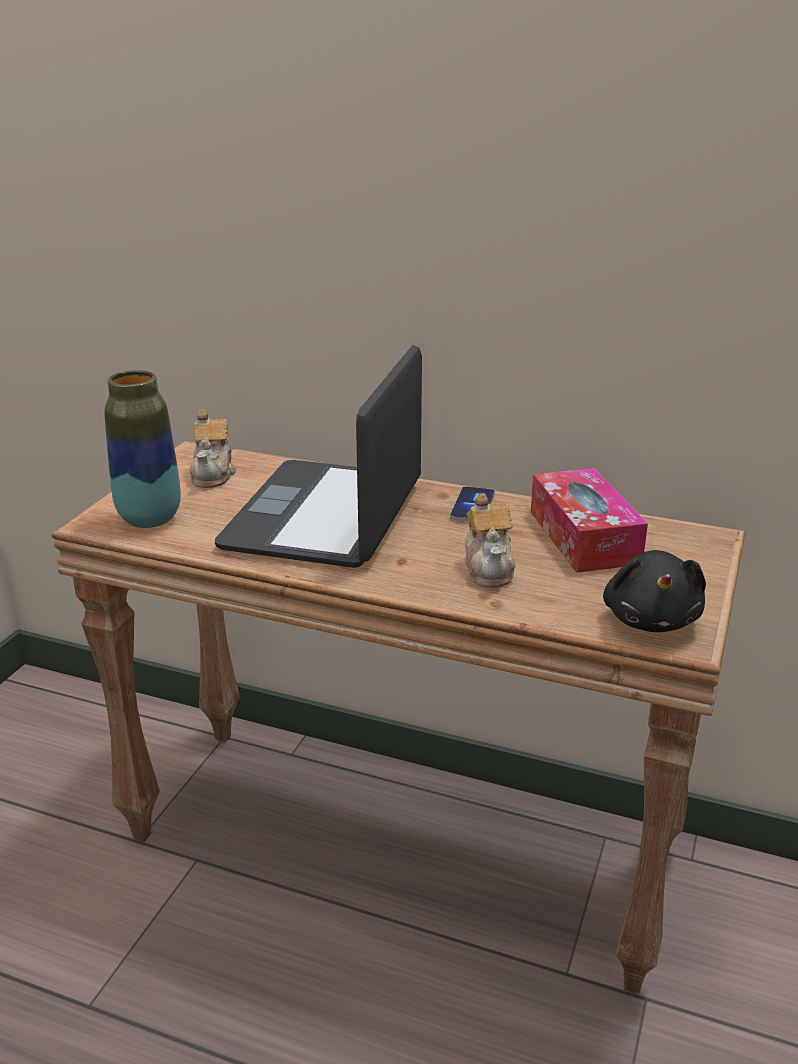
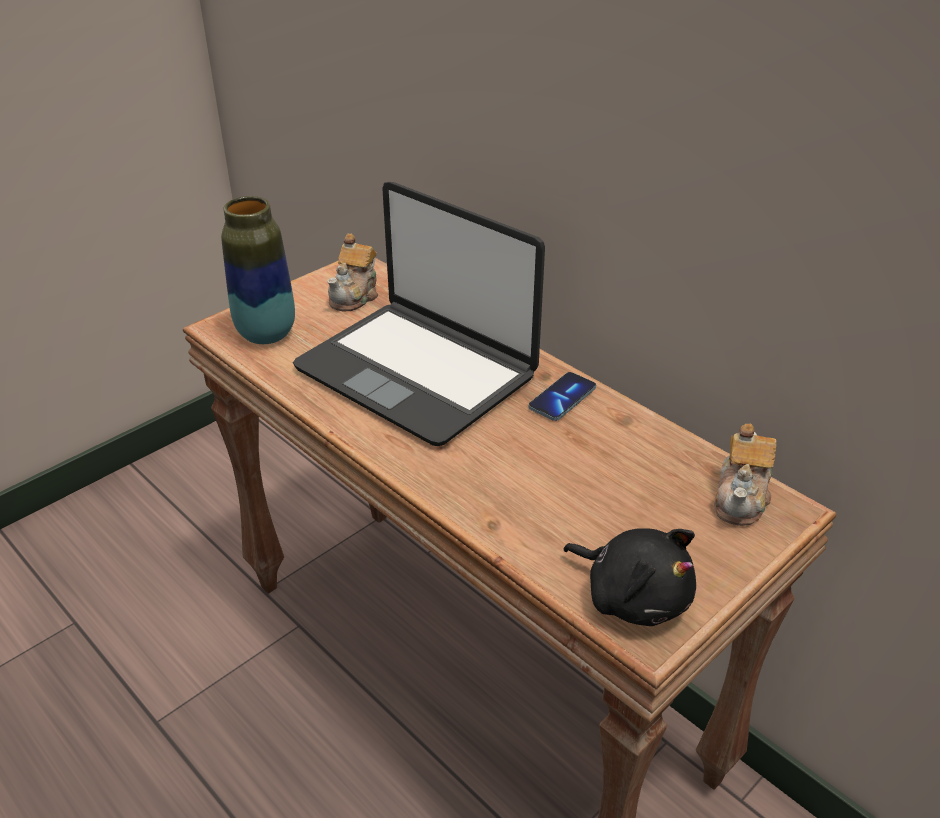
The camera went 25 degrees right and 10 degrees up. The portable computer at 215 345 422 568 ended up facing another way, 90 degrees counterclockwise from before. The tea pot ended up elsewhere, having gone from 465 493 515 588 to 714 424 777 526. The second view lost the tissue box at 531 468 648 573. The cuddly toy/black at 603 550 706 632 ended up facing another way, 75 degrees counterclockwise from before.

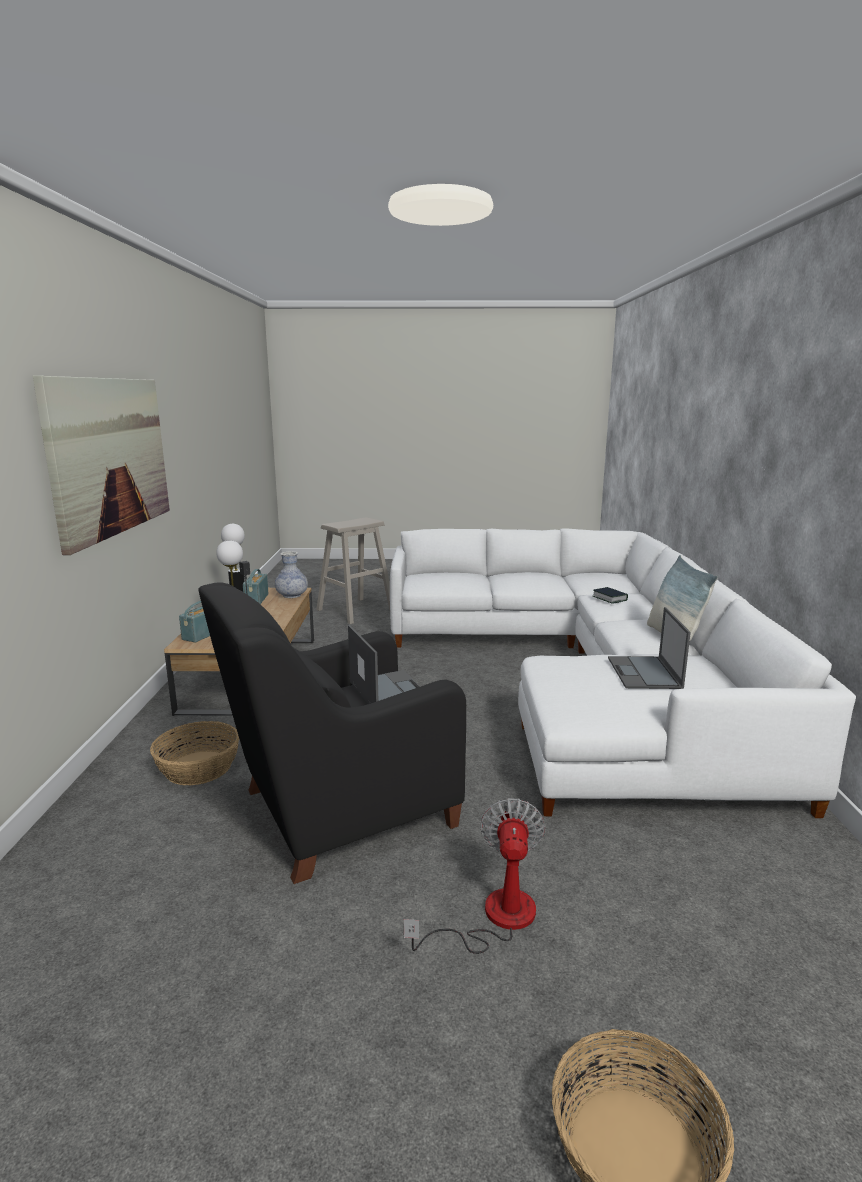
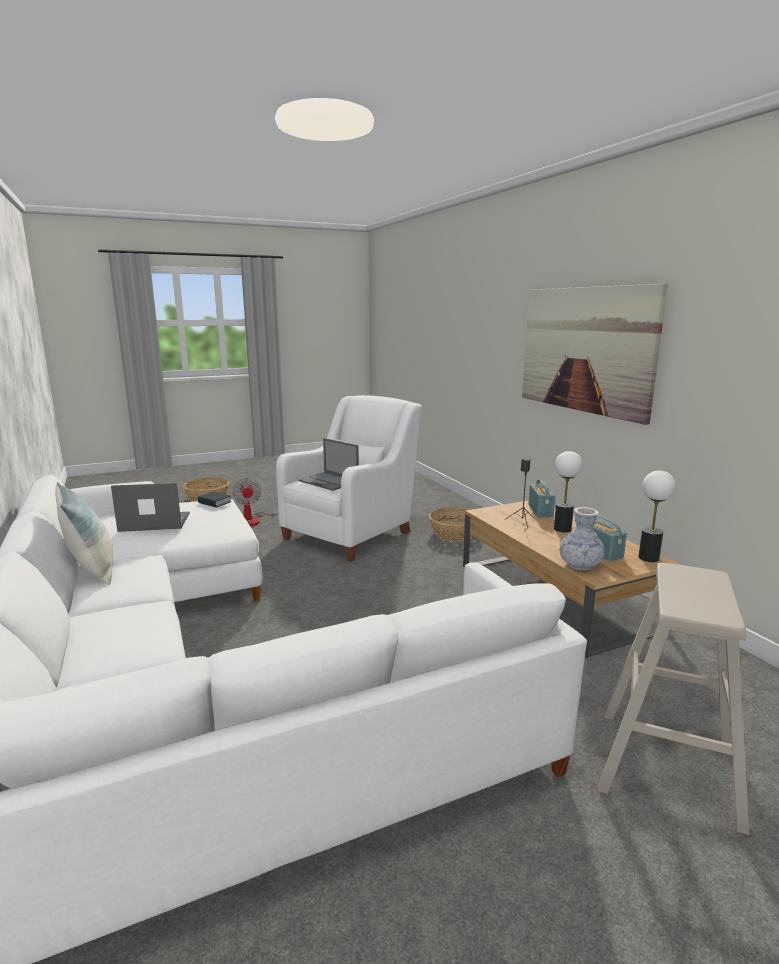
The camera went 155 degrees right and 0 degrees up. What was the lounge chair/black at 199 582 466 884 turned into the lounge chair/white-coloured at 276 395 422 562. The book ended up elsewhere, having gone from 593 587 628 604 to 198 491 232 508. The portable computer at 608 607 691 689 ended up facing another way, 75 degrees counterclockwise from before.

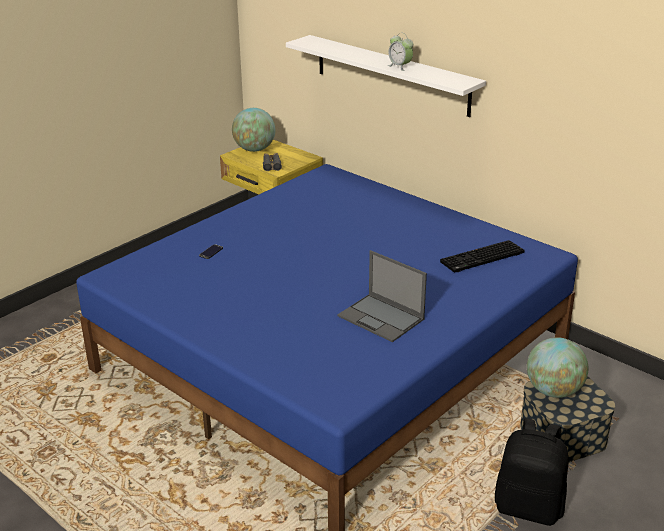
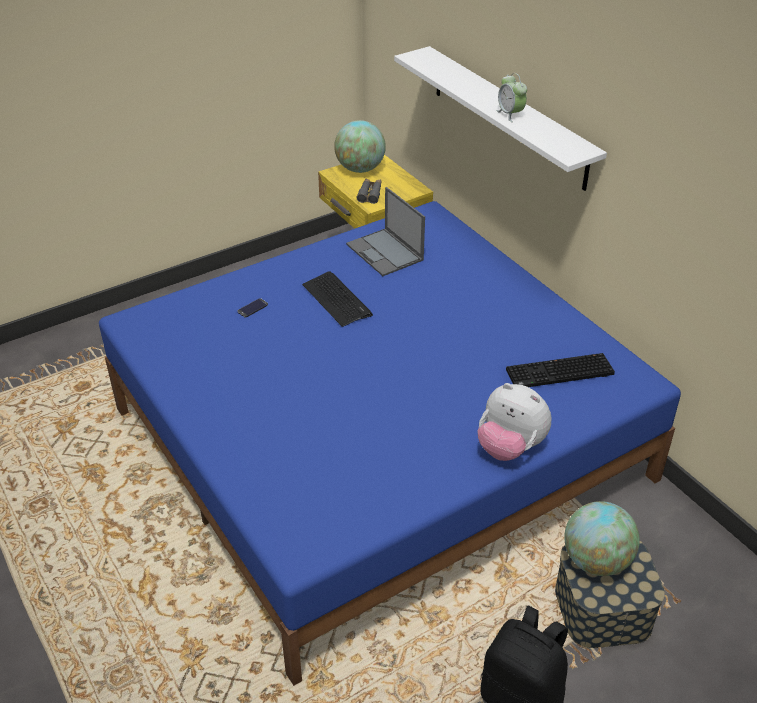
The camera went 15 degrees right and 10 degrees up. The portable computer ended up elsewhere, having gone from 338 250 427 342 to 346 187 425 276. The second view gained the computer keyboard at 302 271 373 327. The second view gained the cuddly toy at 478 383 552 461.

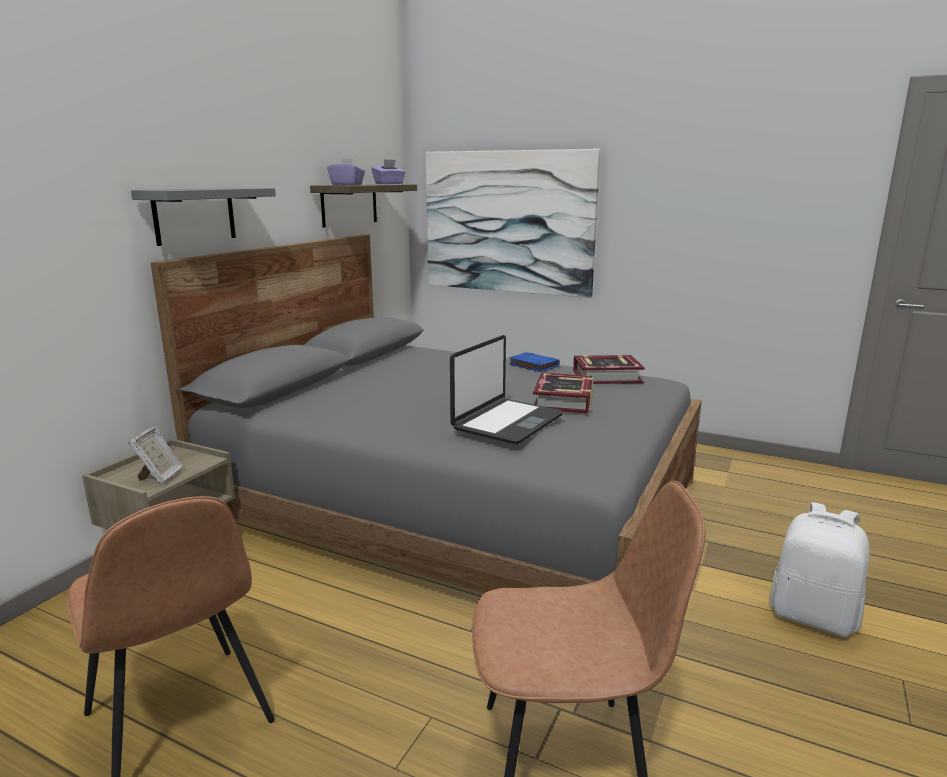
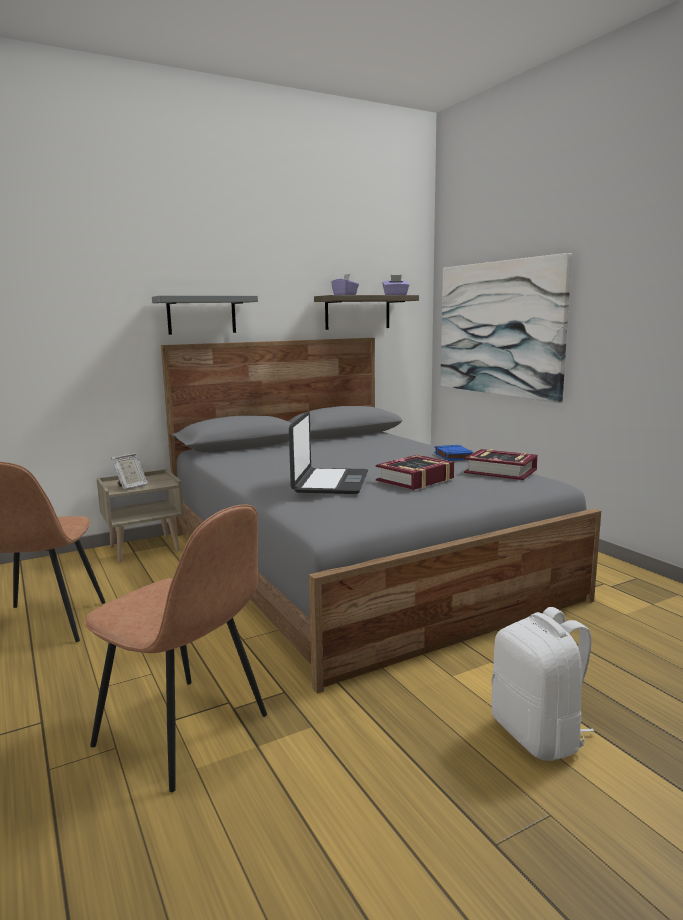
The camera went 35 degrees right and 5 degrees down. The portable computer at 450 335 563 444 ended up facing another way, 60 degrees counterclockwise from before.

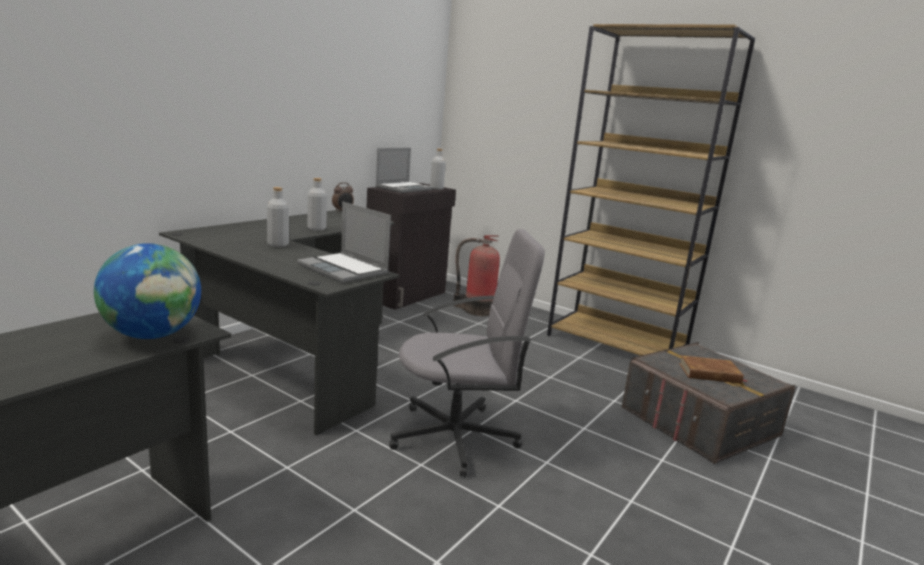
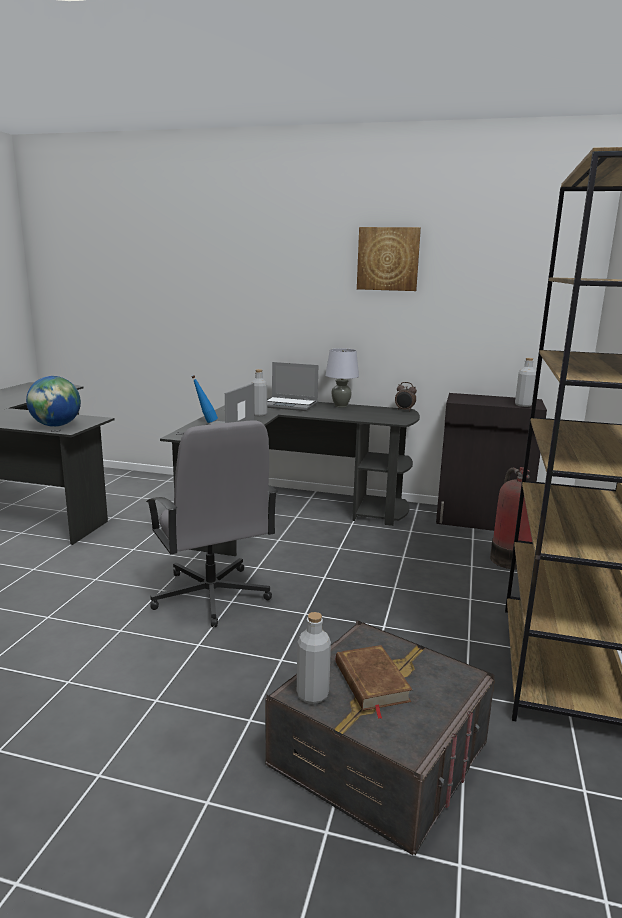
The camera went 70 degrees right and 0 degrees up. The drink bottle/greyish ended up elsewhere, having gone from 307 178 327 231 to 297 612 331 704. The portable computer ended up elsewhere, having gone from 375 148 434 193 to 267 362 318 411. The second view gained the drink bottle/blue at 192 375 218 423. The second view gained the lamp for a table/greyish at 325 348 359 408. The second view gained the wall picture at 357 227 421 291.

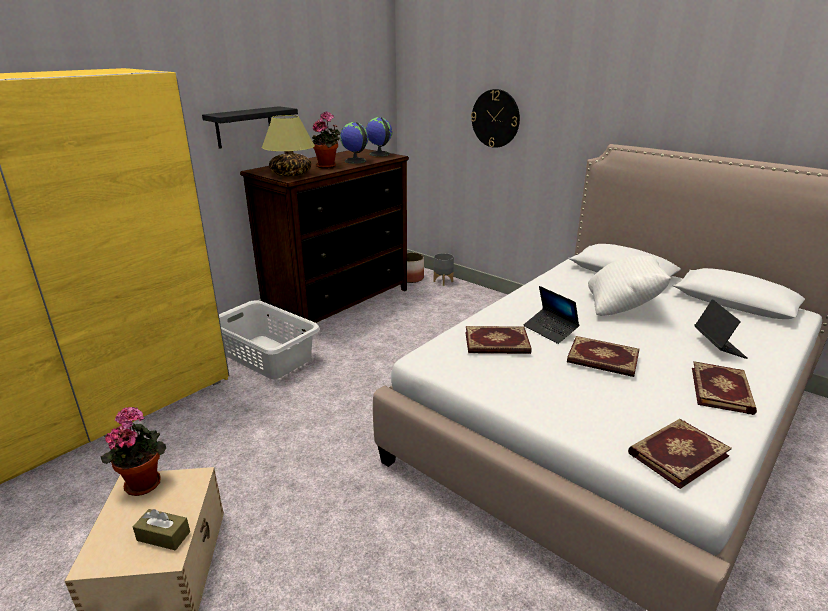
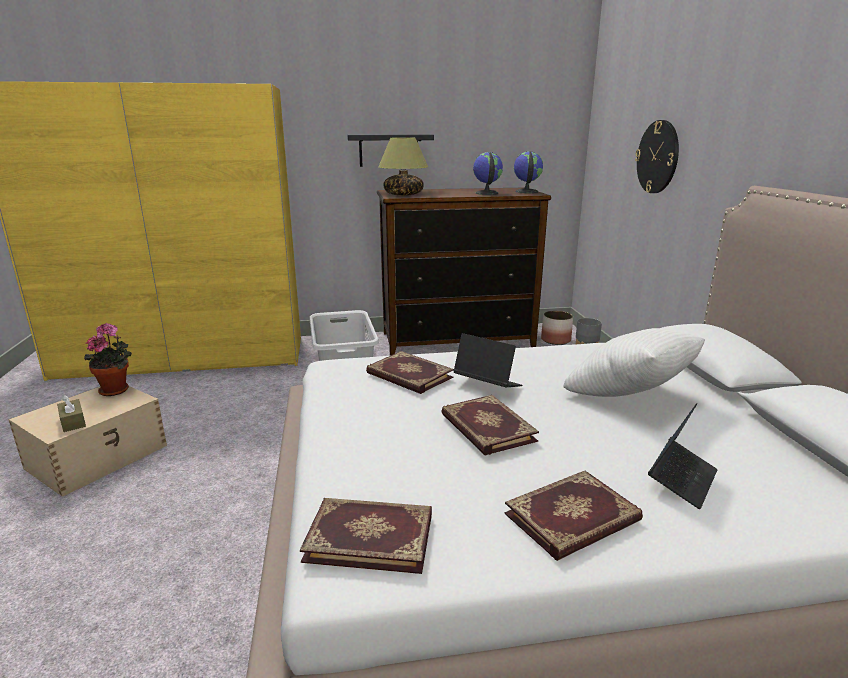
The camera went 40 degrees right and 5 degrees down. The second view lost the potted plant at 312 111 341 168. The portable computer at 523 286 580 344 ended up facing another way, 120 degrees clockwise from before.

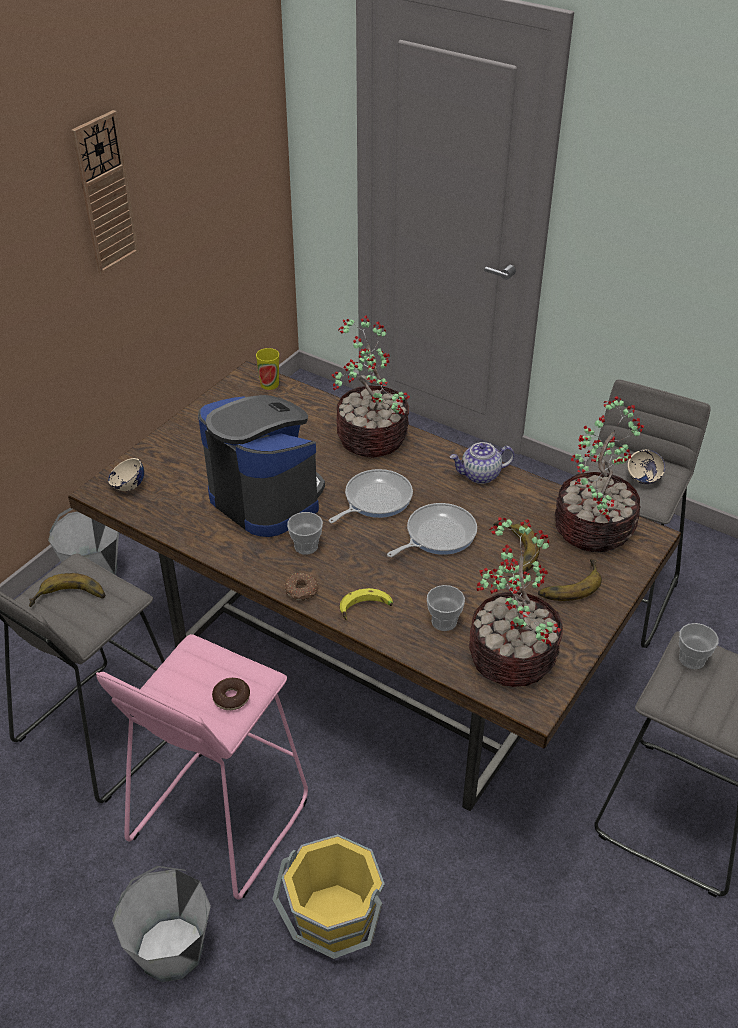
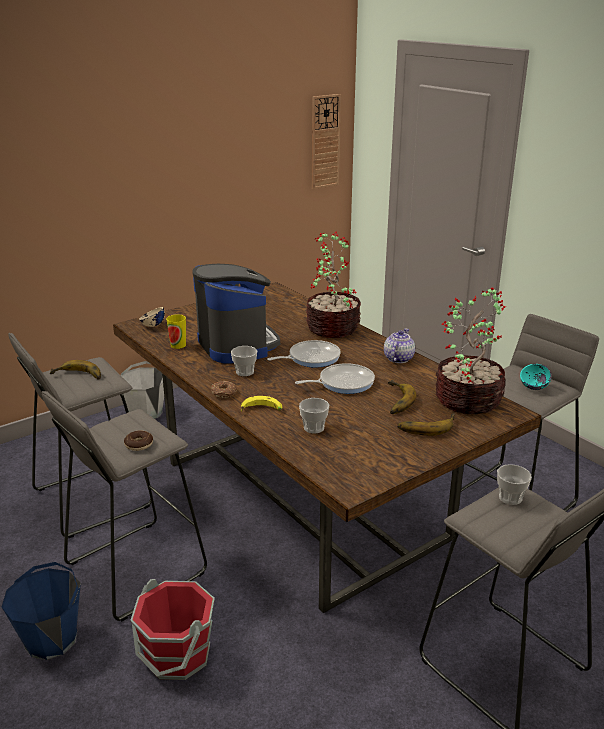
The camera went 20 degrees right and 15 degrees down. The hanging clock ended up elsewhere, having gone from 71 110 138 274 to 312 94 341 189. What was the sitting stool/pink at 96 634 308 900 turned into the sitting stool/greyish at 42 391 207 621. What was the water bucket/greyish at 112 866 211 982 turned into the water bucket/blue at 2 562 81 660. The small cup ended up elsewhere, having gone from 256 348 279 390 to 166 314 186 349. What was the water bucket/yellowish at 272 834 385 959 turned into the water bucket/reddish at 131 579 215 680. The tea pot at 450 442 515 484 ended up facing another way, 105 degrees clockwise from before. The second view lost the potted plant at 469 517 563 687. What was the bowl/beige at 628 450 665 484 turned into the bowl/blue-green at 520 364 552 390.

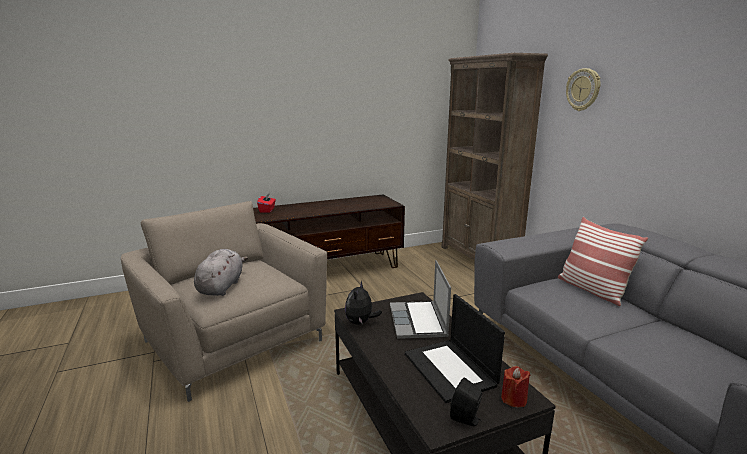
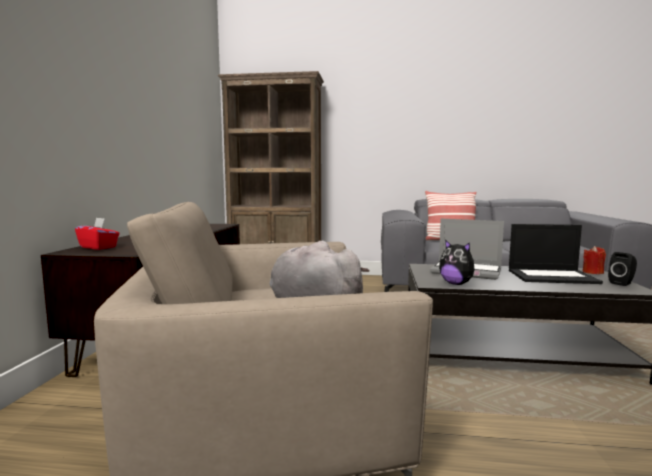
The camera went 60 degrees left and 10 degrees down. The second view lost the hanging clock at 566 68 600 111.

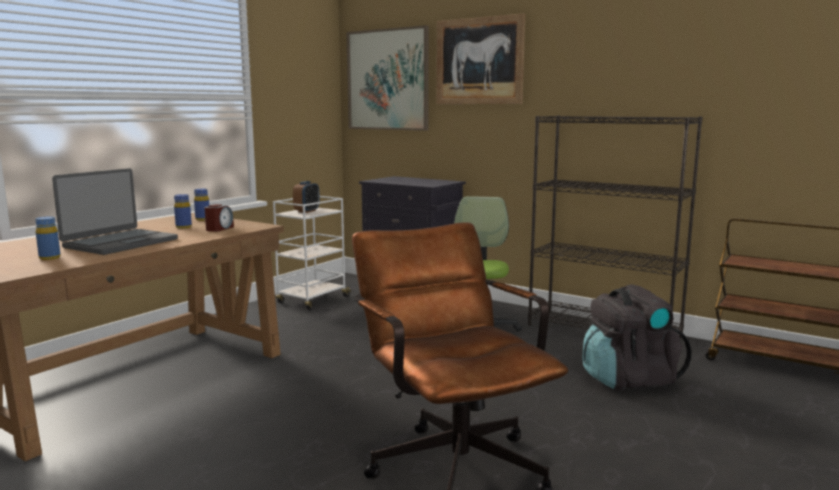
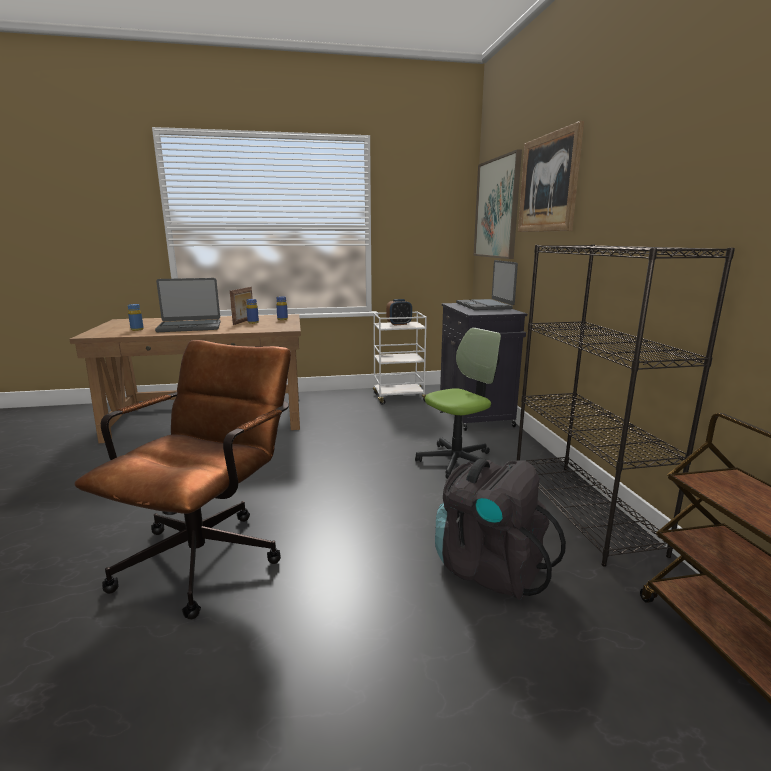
The camera went 45 degrees right and 5 degrees up. The second view lost the bedside clock at 205 204 234 232. The second view gained the picture frame at 230 287 253 325. The second view gained the portable computer at 456 260 518 310.

